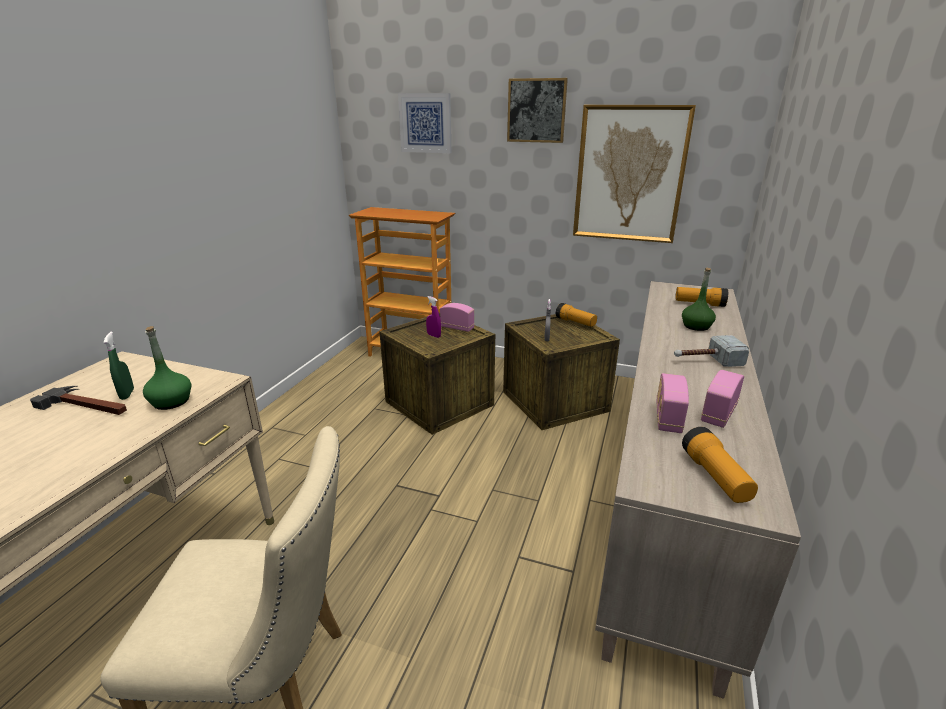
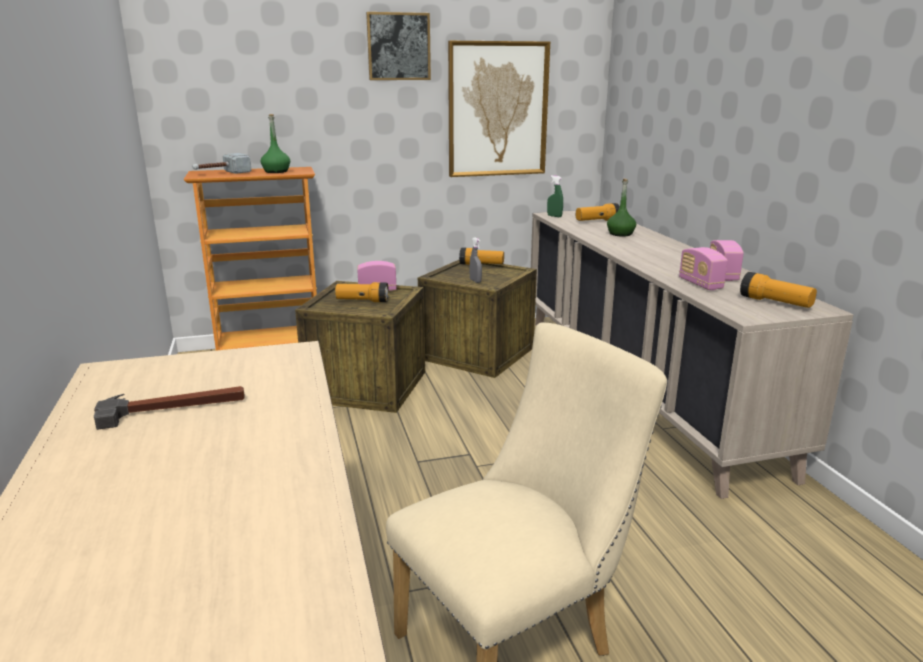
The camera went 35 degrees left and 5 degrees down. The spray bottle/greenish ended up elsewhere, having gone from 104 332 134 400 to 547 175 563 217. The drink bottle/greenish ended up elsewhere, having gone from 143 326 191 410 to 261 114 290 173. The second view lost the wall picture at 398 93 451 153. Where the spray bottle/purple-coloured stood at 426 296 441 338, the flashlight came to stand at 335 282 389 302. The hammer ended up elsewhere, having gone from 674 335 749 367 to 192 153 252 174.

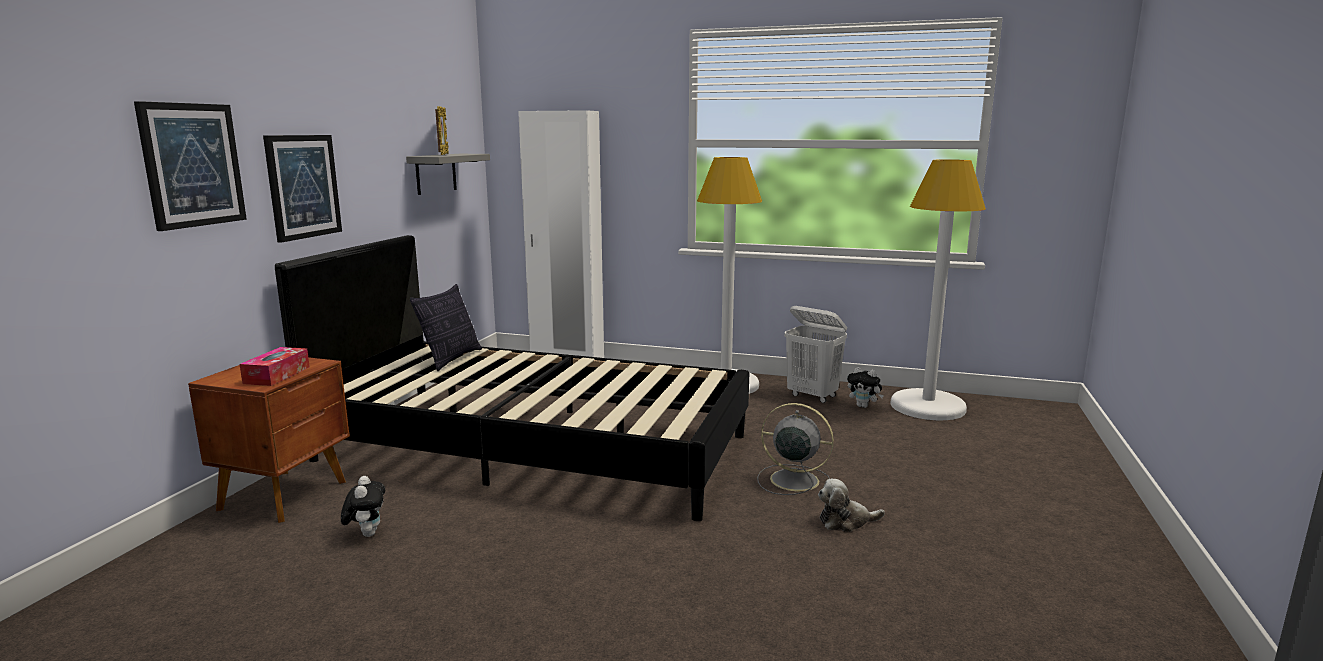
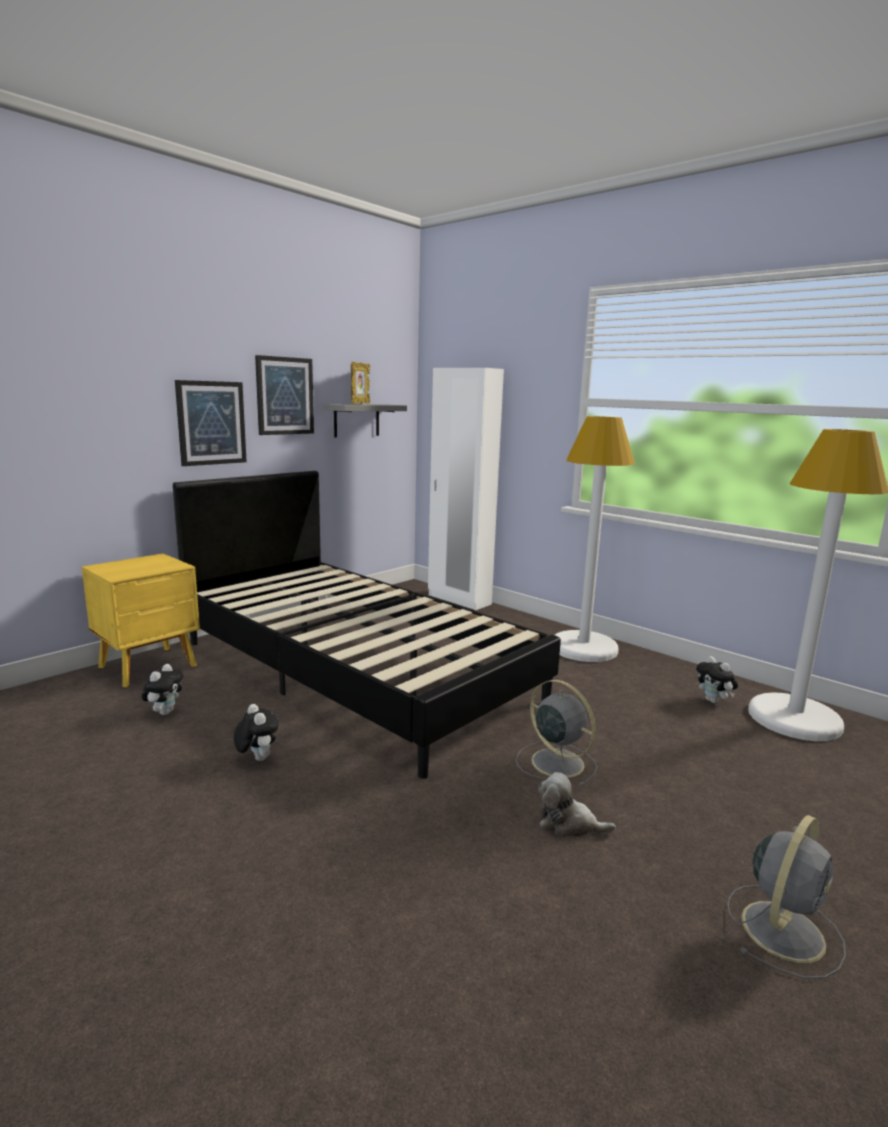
The camera went 25 degrees right and 0 degrees up. The wall picture ended up elsewhere, having gone from 134 101 247 231 to 255 355 314 435. What was the nightstand/brownish at 188 357 350 523 turned into the nightstand/yellowish at 82 553 200 687. The second view lost the tissue box at 240 347 310 386. The second view lost the cushion at 410 284 482 371. The second view lost the hamper/white-coloured at 784 306 847 403. The second view gained the cuddly toy at 234 704 279 761. The second view gained the fan/greyish at 727 815 846 979.

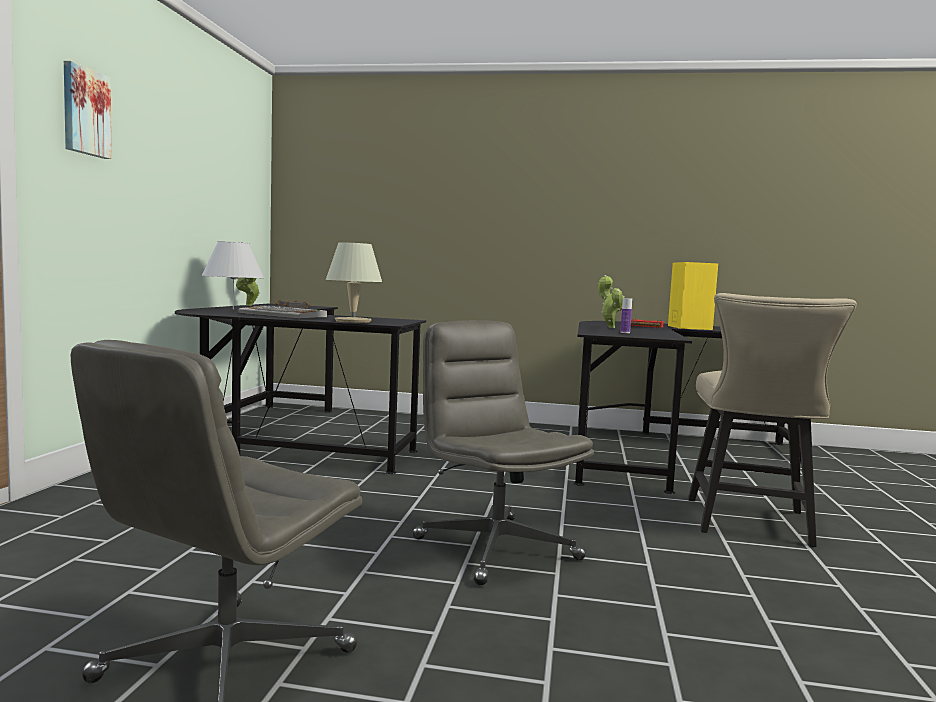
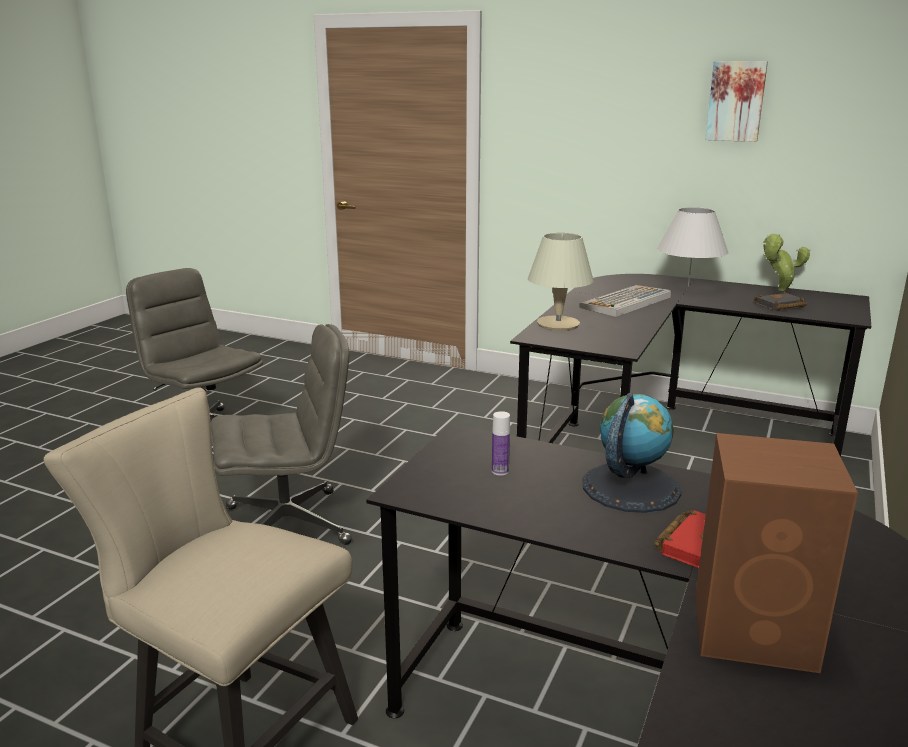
The camera went 105 degrees right and 15 degrees up. The wall picture ended up elsewhere, having gone from 64 61 112 159 to 705 61 768 142. Where the potted plant stood at 598 275 625 328, the globe came to stand at 583 393 682 513. What was the speaker/yellowish at 668 262 718 330 turned into the speaker/brownish at 695 433 858 673.

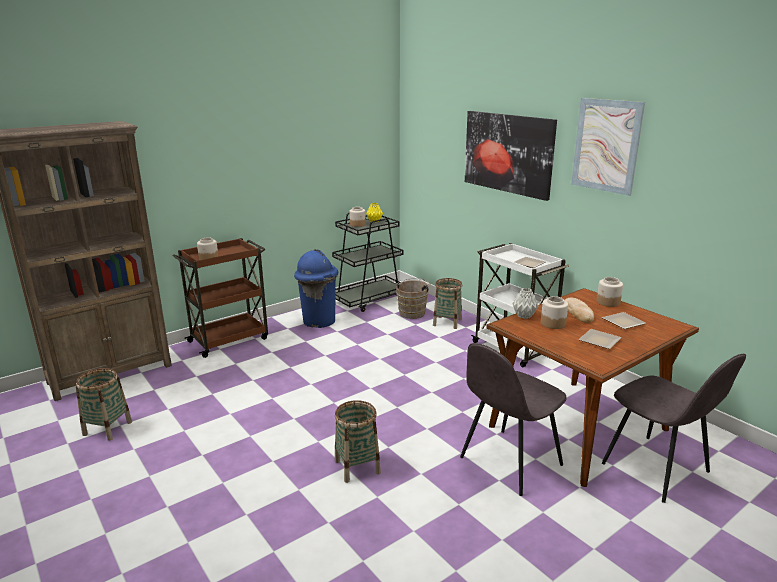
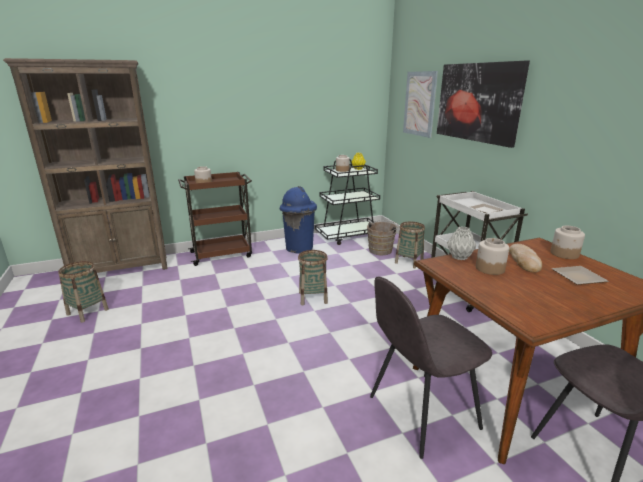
The camera went 15 degrees right and 0 degrees up. The household basket ended up elsewhere, having gone from 335 400 381 483 to 298 250 328 305. The wall picture ended up elsewhere, having gone from 571 98 645 196 to 403 71 438 138. The second view lost the dinner plate at 578 329 622 349.

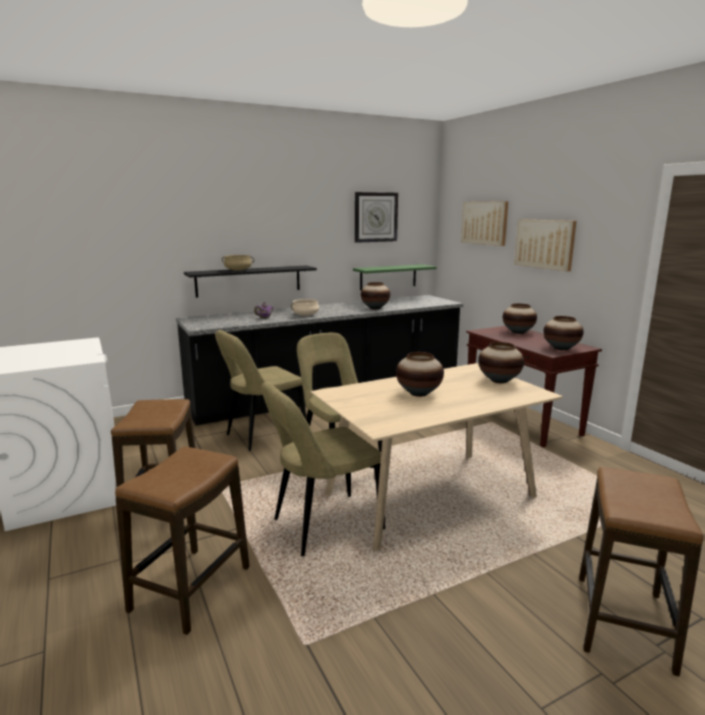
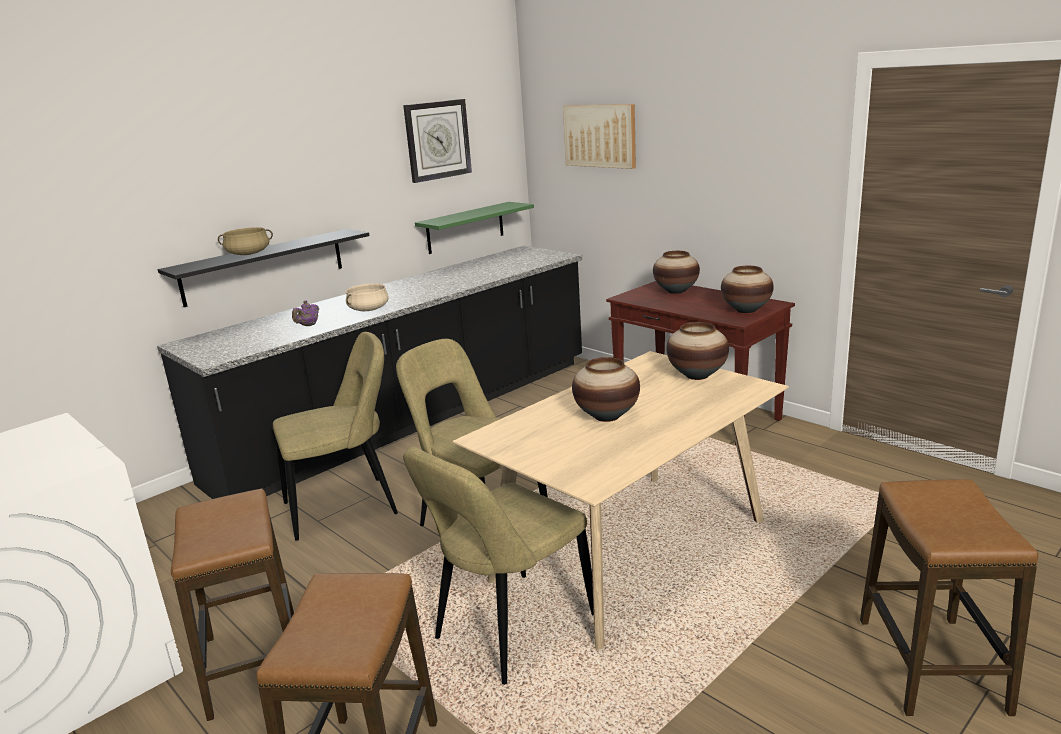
The camera went 15 degrees left and 5 degrees up. The chair/beige at 215 330 306 451 ended up facing another way, 150 degrees counterclockwise from before. The second view lost the flower vase at 361 282 390 309. The second view lost the wall picture at 514 219 576 271.

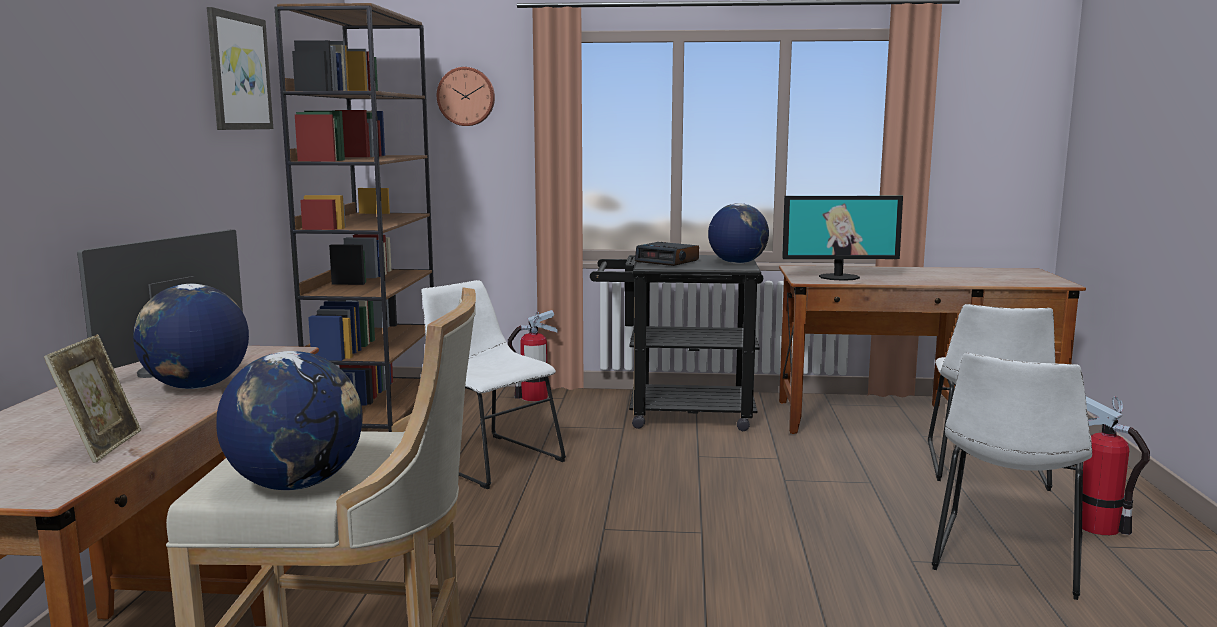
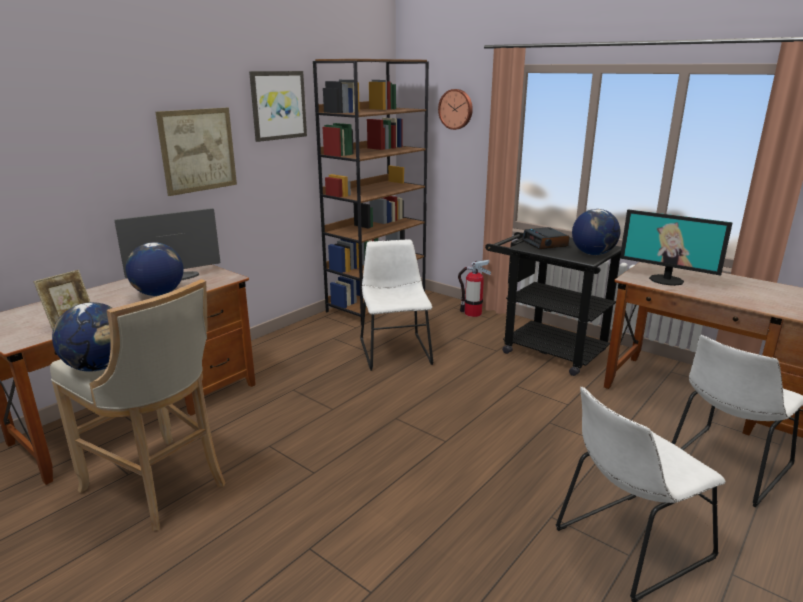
The camera went 35 degrees right and 10 degrees up. The second view lost the fire extinguisher at 1082 396 1150 535. The second view gained the wall picture at 156 108 237 196.

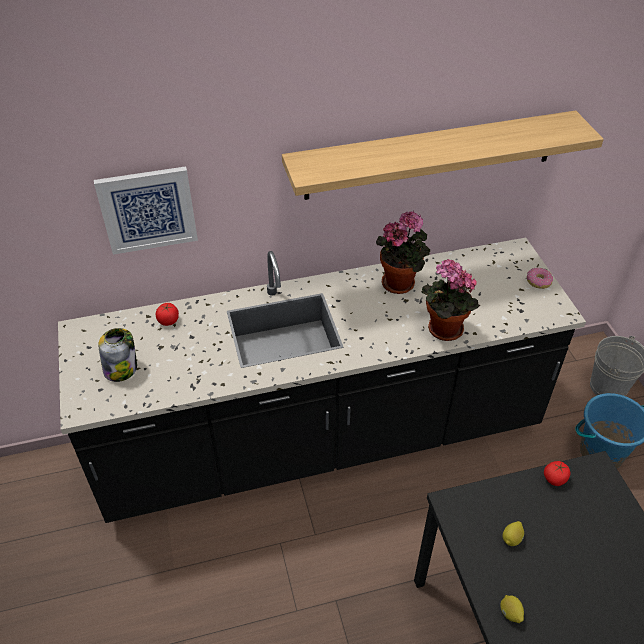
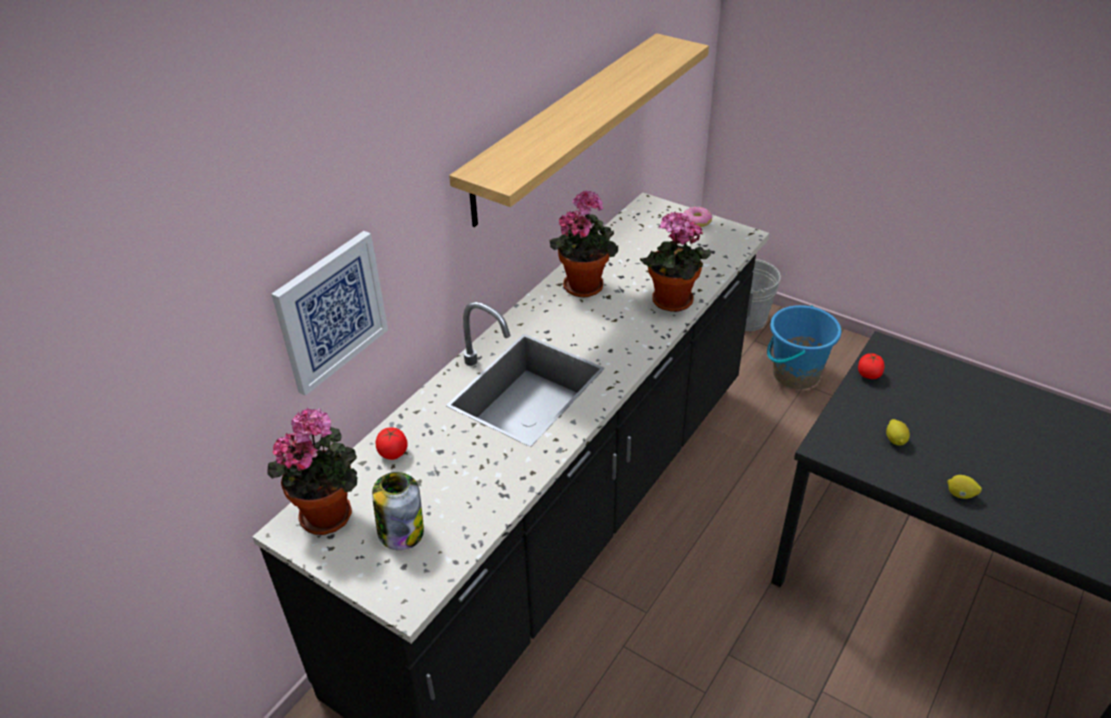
The camera went 40 degrees left and 5 degrees down. The second view gained the potted plant at 268 407 357 535.

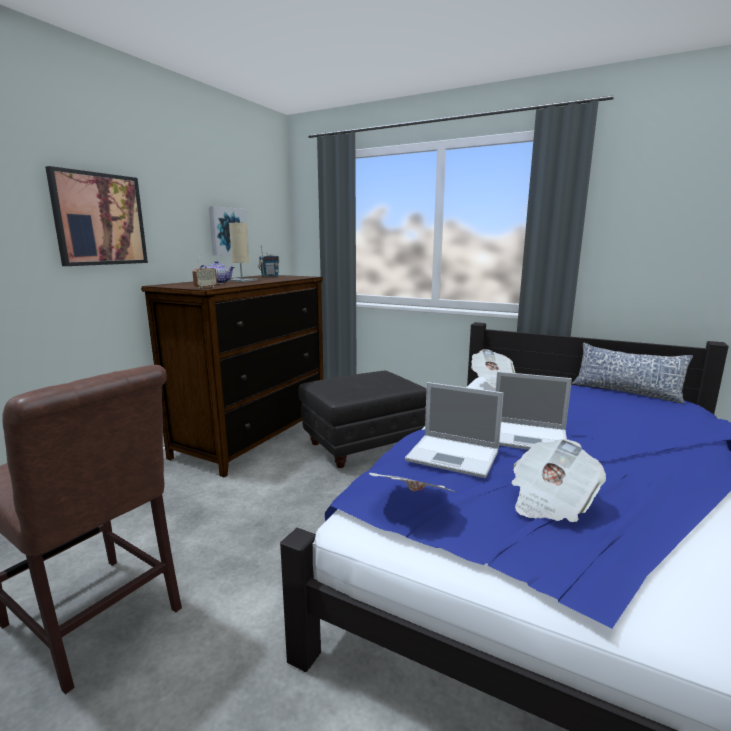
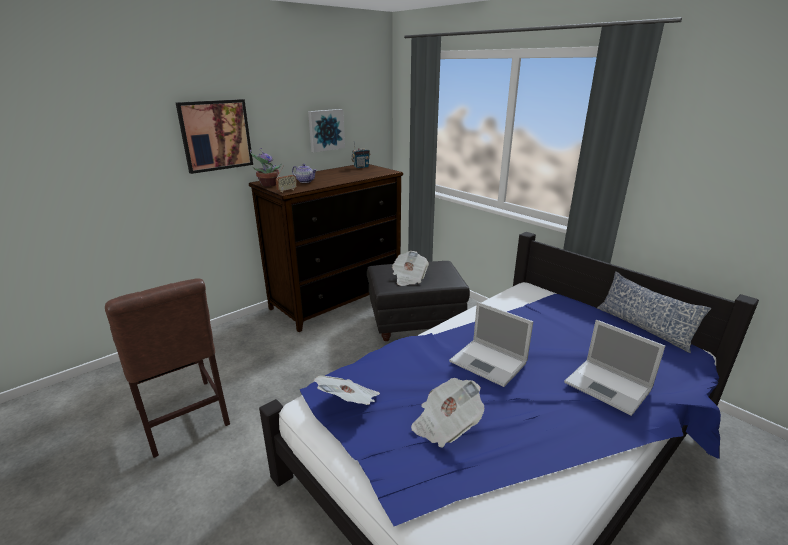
The camera went 20 degrees right and 10 degrees up. The second view lost the lamp for a table/beige at 228 223 258 282. The portable computer ended up elsewhere, having gone from 405 382 503 478 to 564 320 665 416. The daily paper ended up elsewhere, having gone from 471 349 515 388 to 392 251 429 286. The second view gained the potted plant at 250 148 282 186.

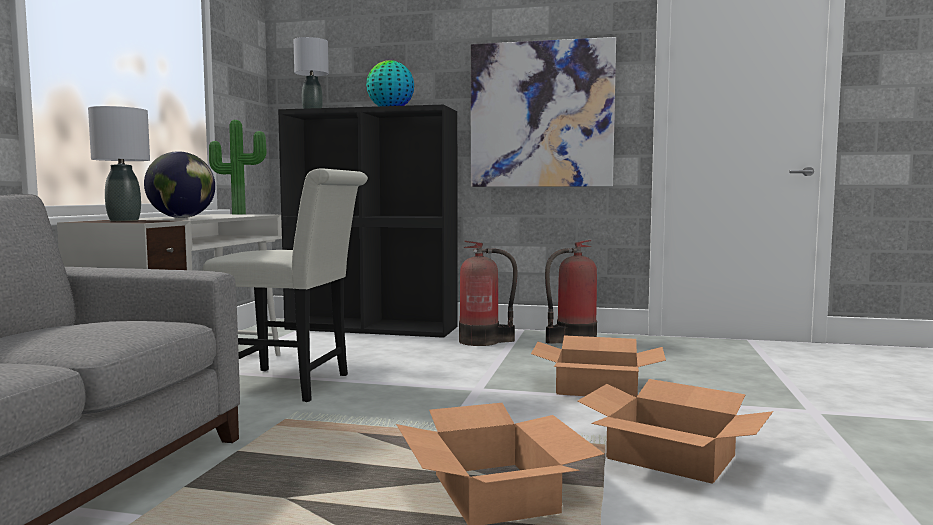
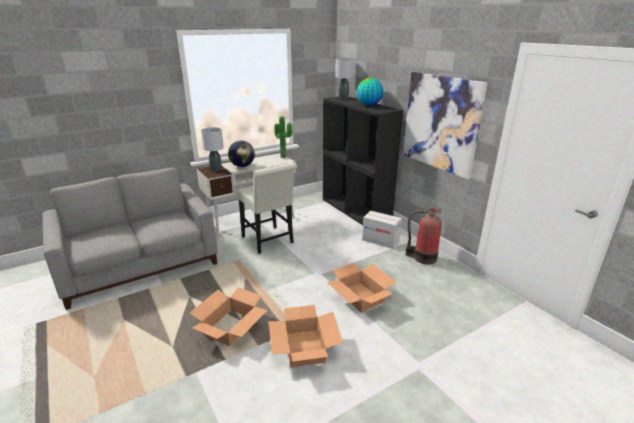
The camera went 45 degrees right and 20 degrees up. Where the fire extinguisher stood at 459 241 518 346, the carton came to stand at 362 211 402 249.

